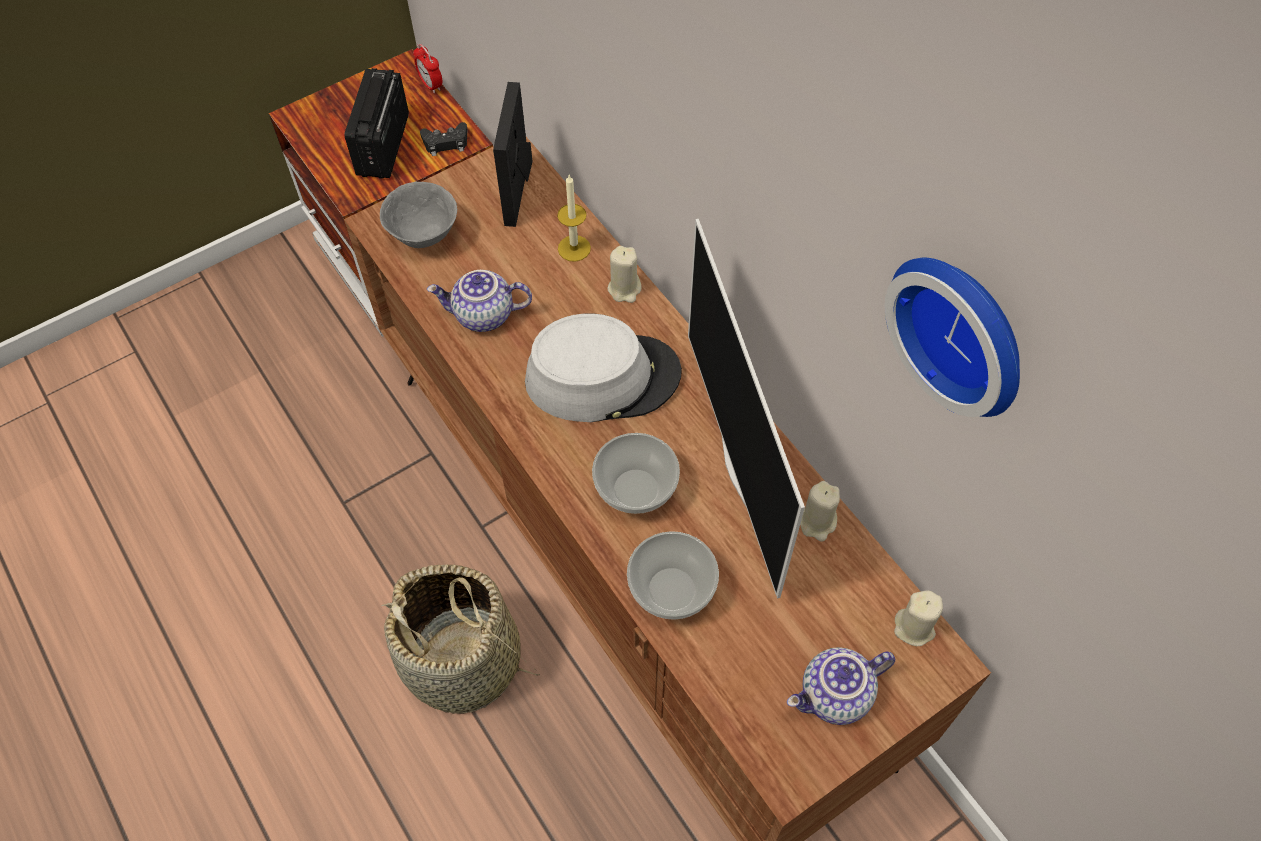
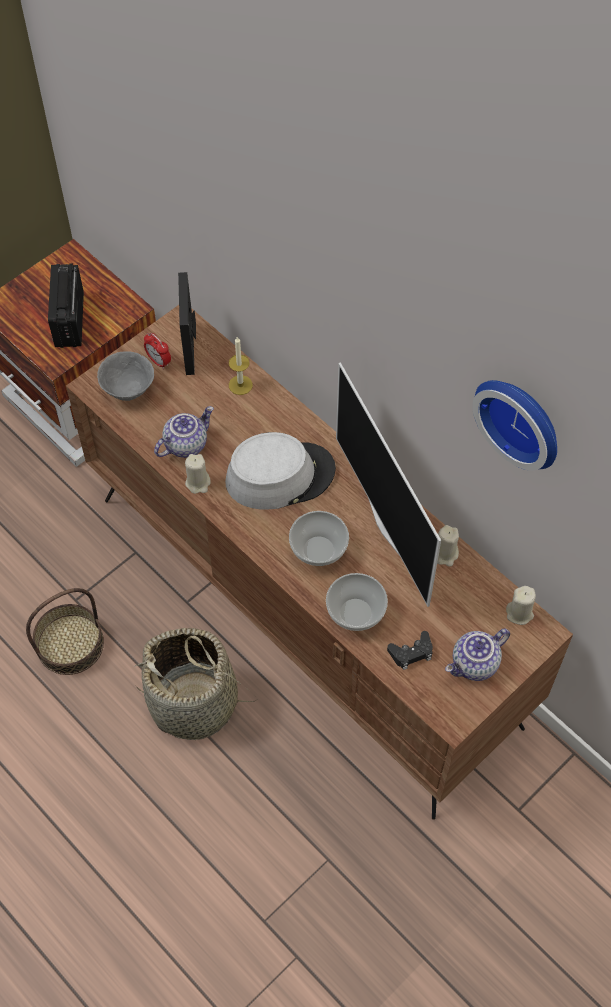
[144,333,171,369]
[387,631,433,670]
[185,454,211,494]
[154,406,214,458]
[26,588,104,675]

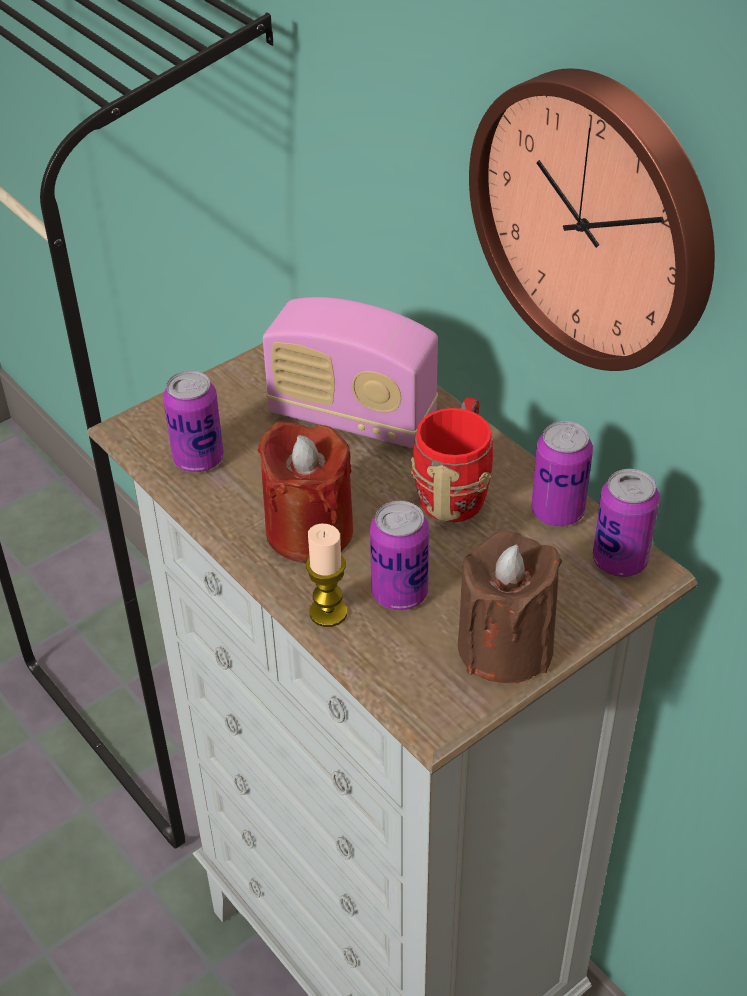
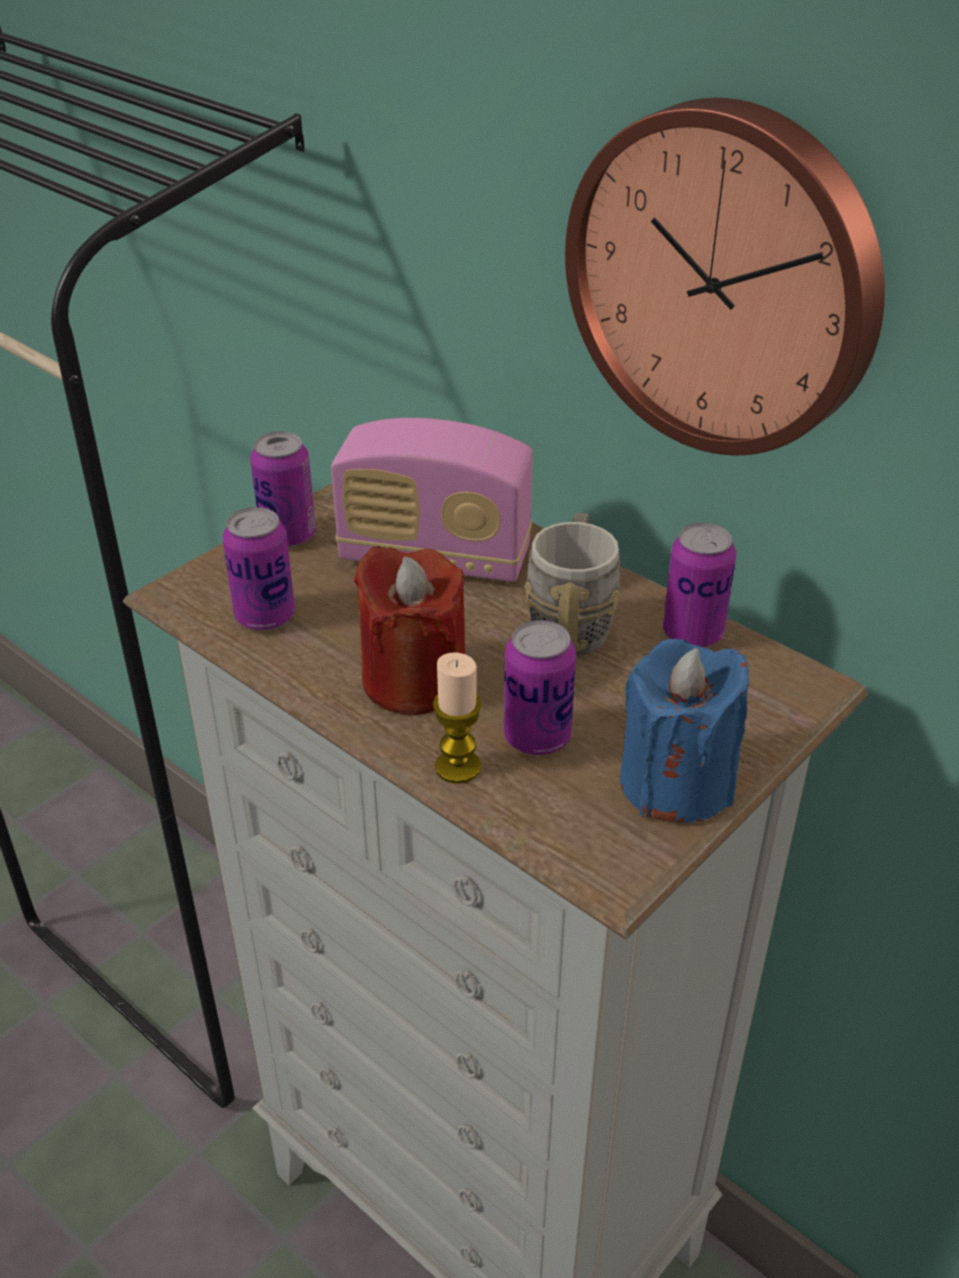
[524,513,621,655]
[250,431,316,547]
[620,639,749,823]

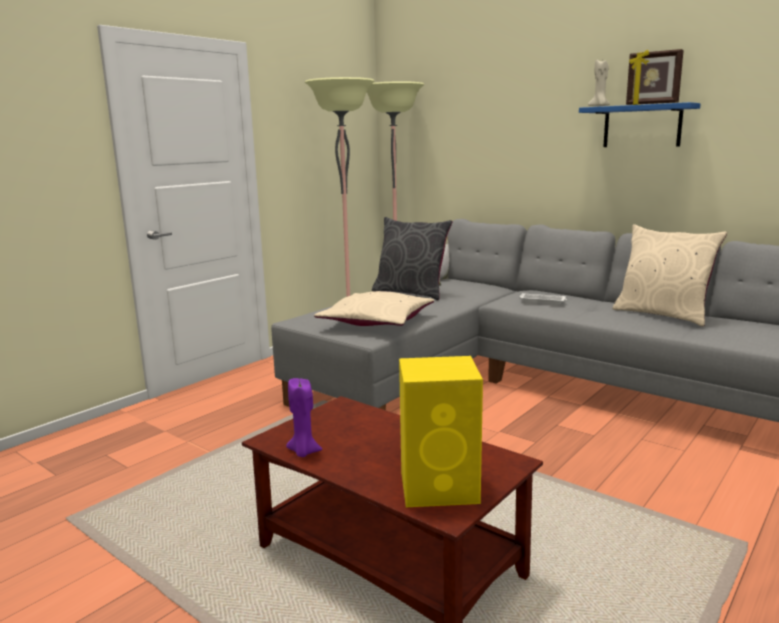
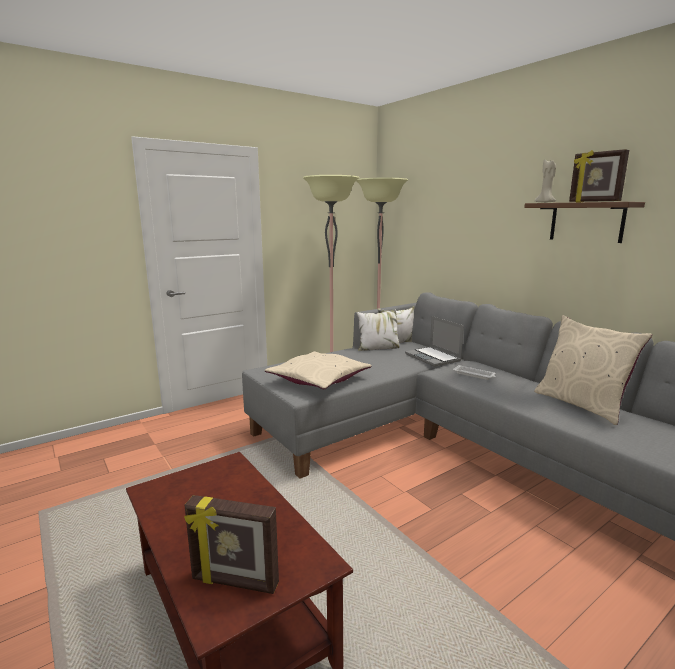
[524,202,645,243]
[372,217,452,300] (first image)
[184,495,279,594]
[286,378,322,457] (first image)
[405,316,464,367]

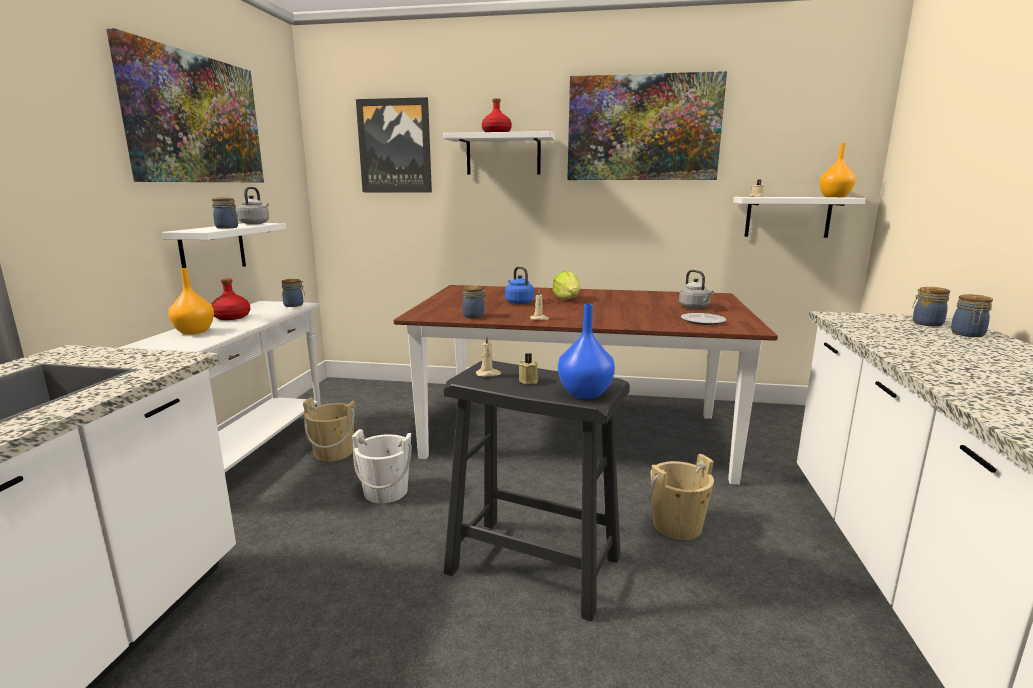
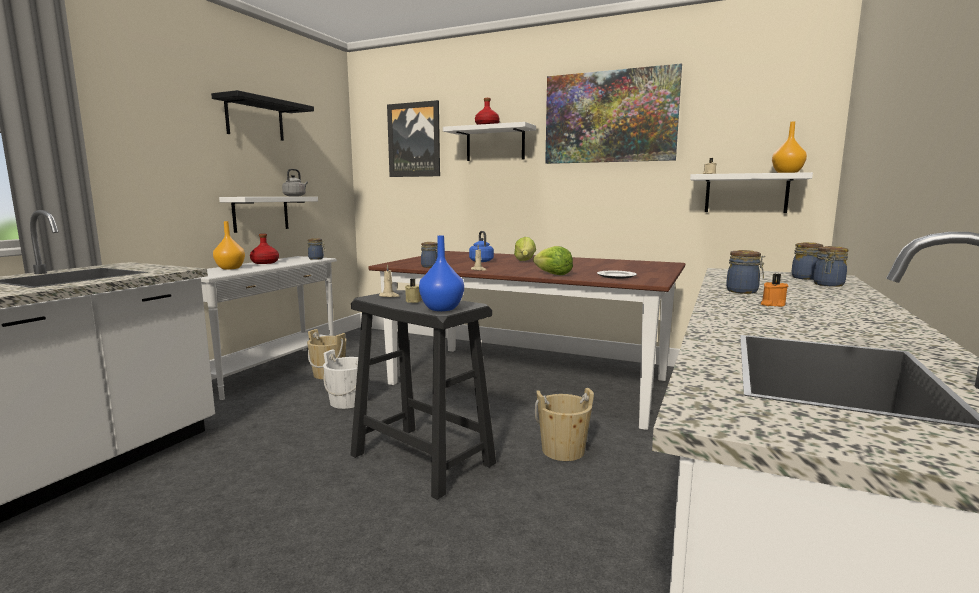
[211,90,314,141]
[726,250,765,294]
[679,270,713,309] (first image)
[533,246,573,275]
[761,274,788,307]

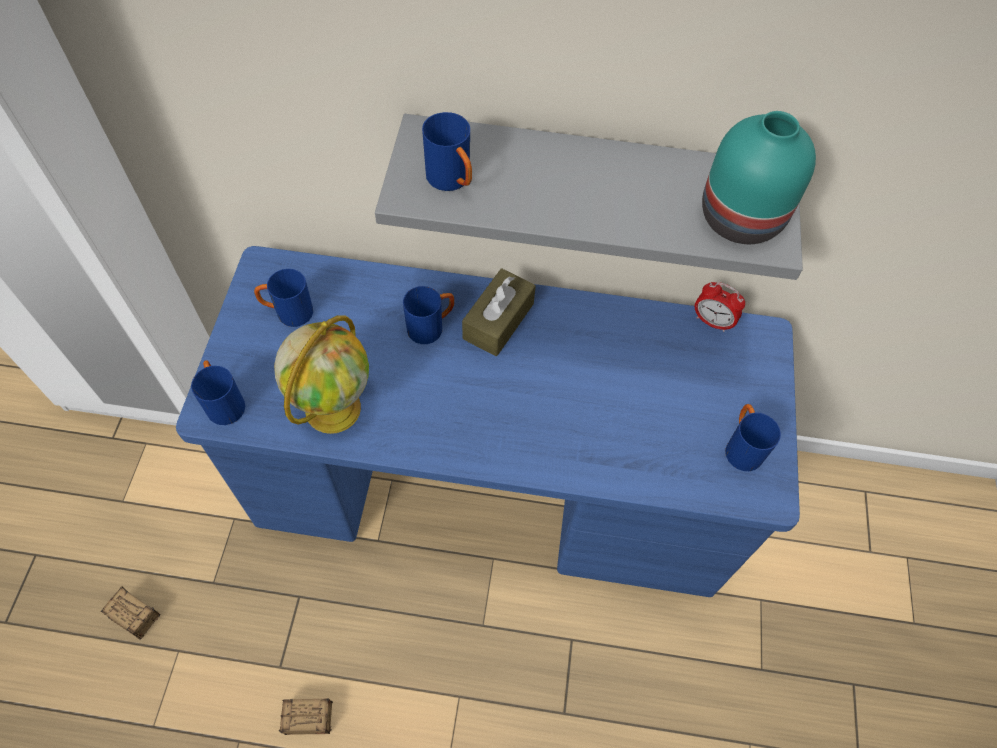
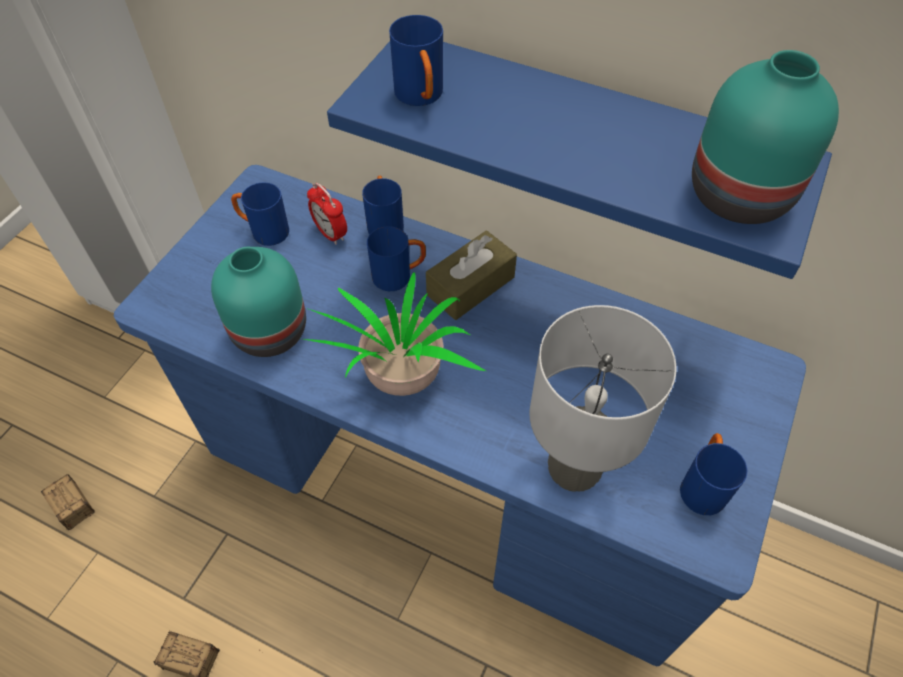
[327,41,832,279]
[307,183,347,245]
[211,247,306,357]
[362,176,404,235]
[304,272,486,396]
[529,305,676,492]

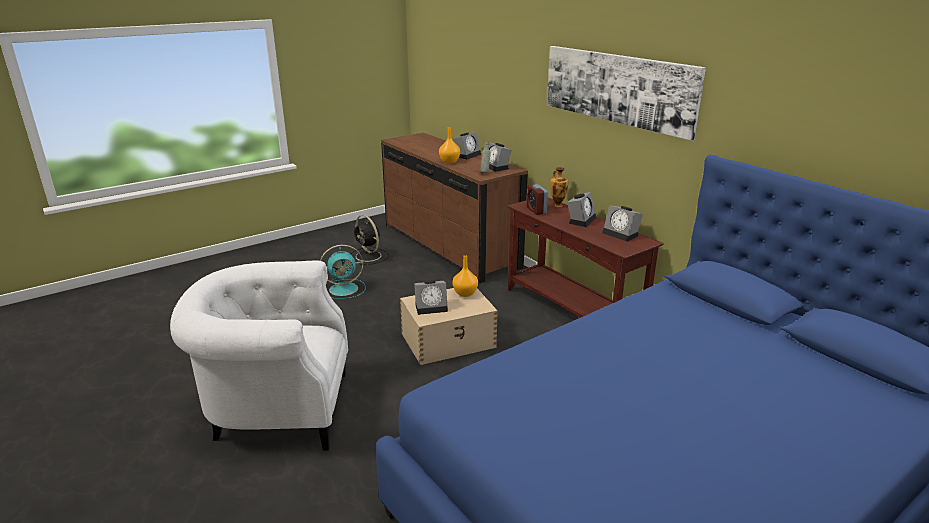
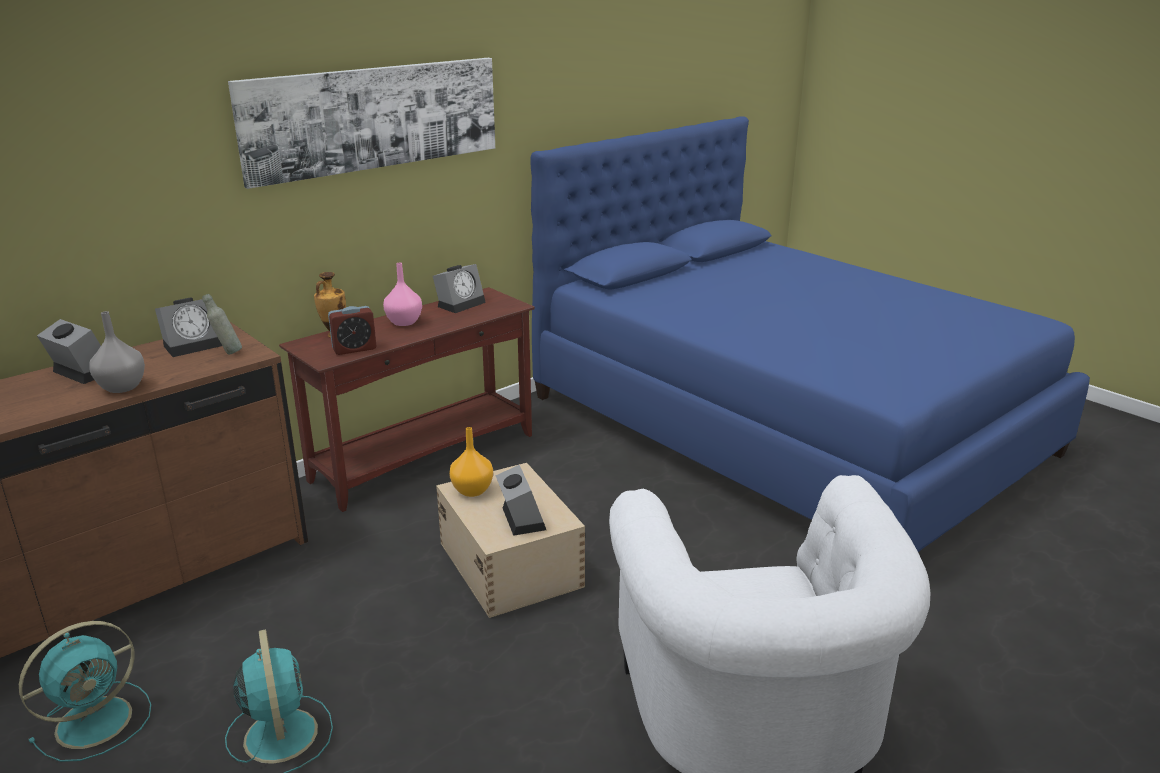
[89,311,145,393]
[383,263,422,326]
[19,621,151,762]

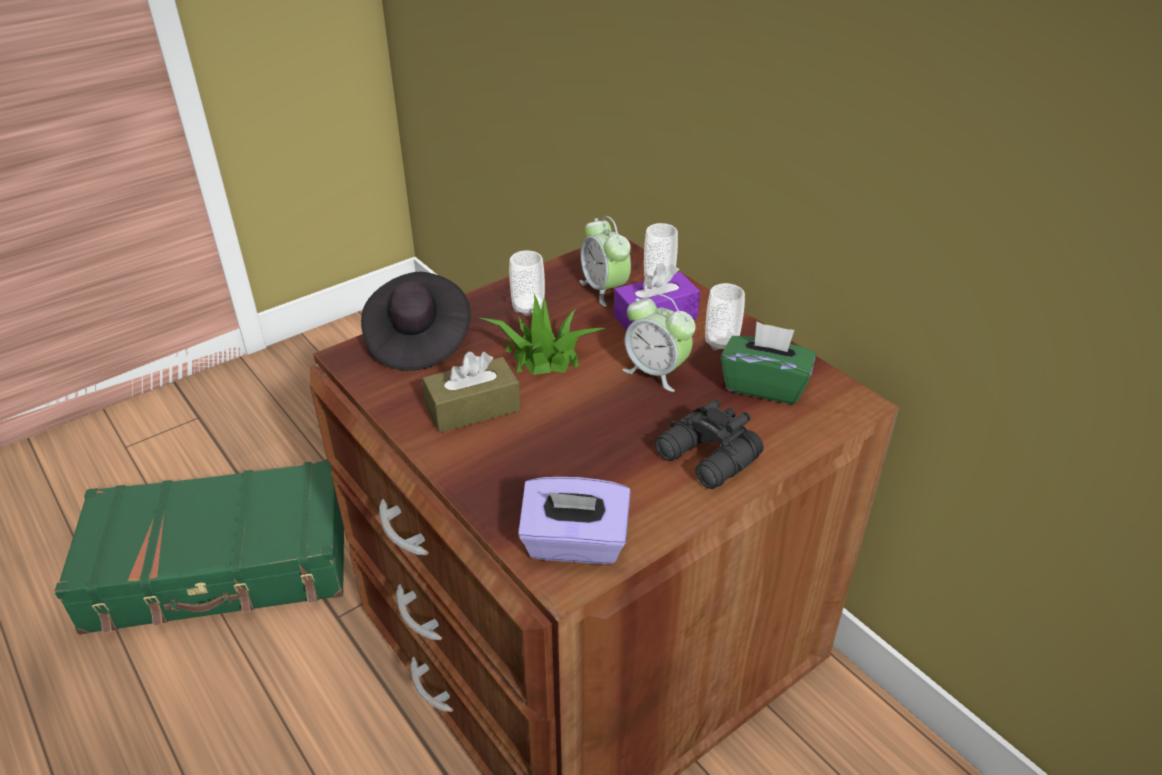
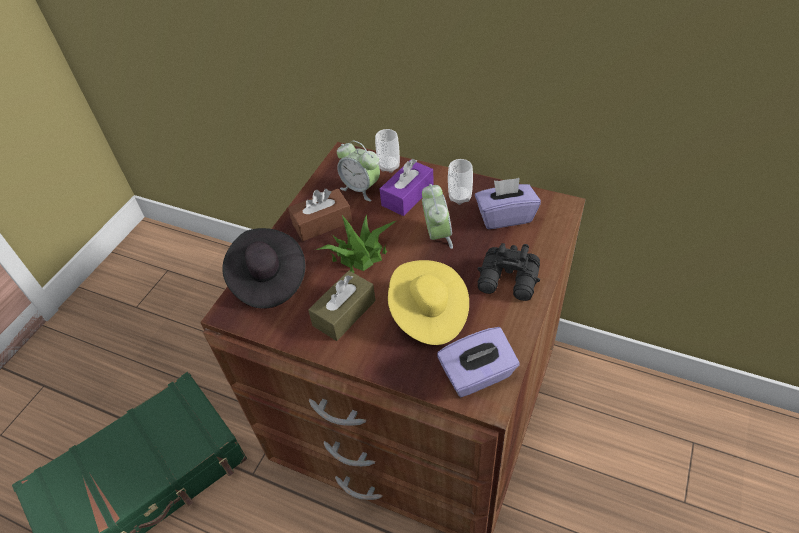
[288,189,352,241]
[422,184,453,249]
[475,178,541,229]
[388,260,469,345]

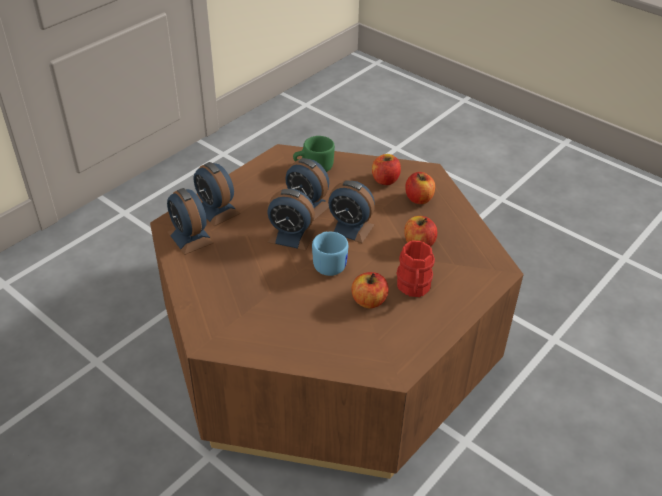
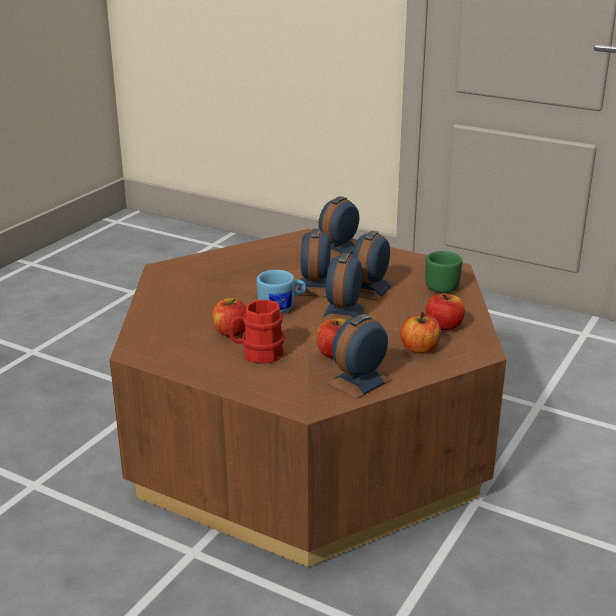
[327,314,391,399]

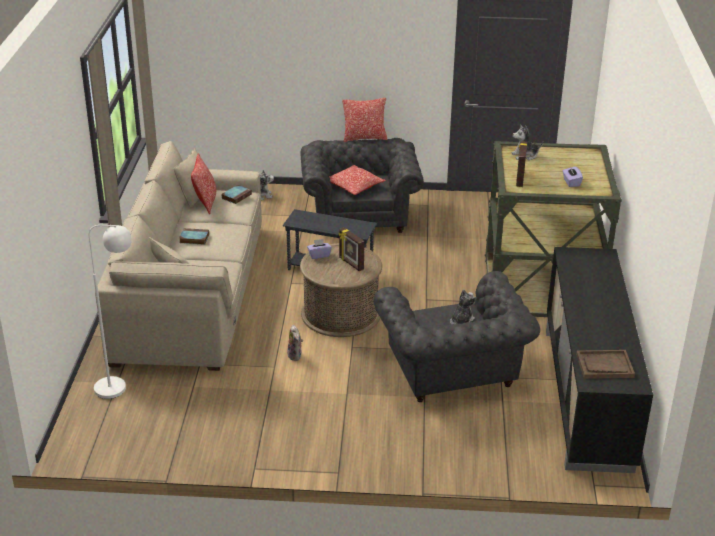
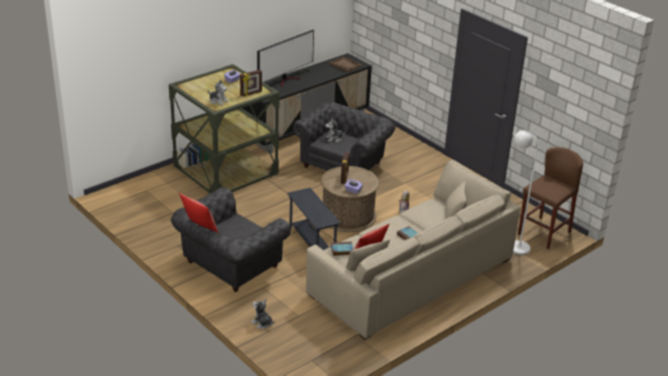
[329,165,386,195] (first image)
[257,29,314,87]
[518,147,583,249]

